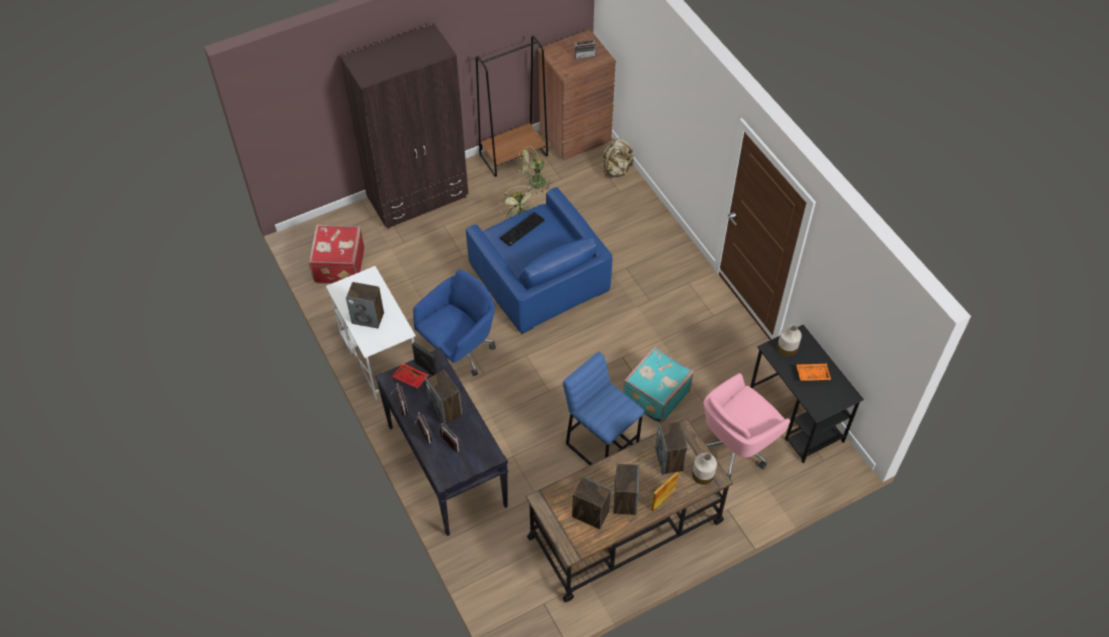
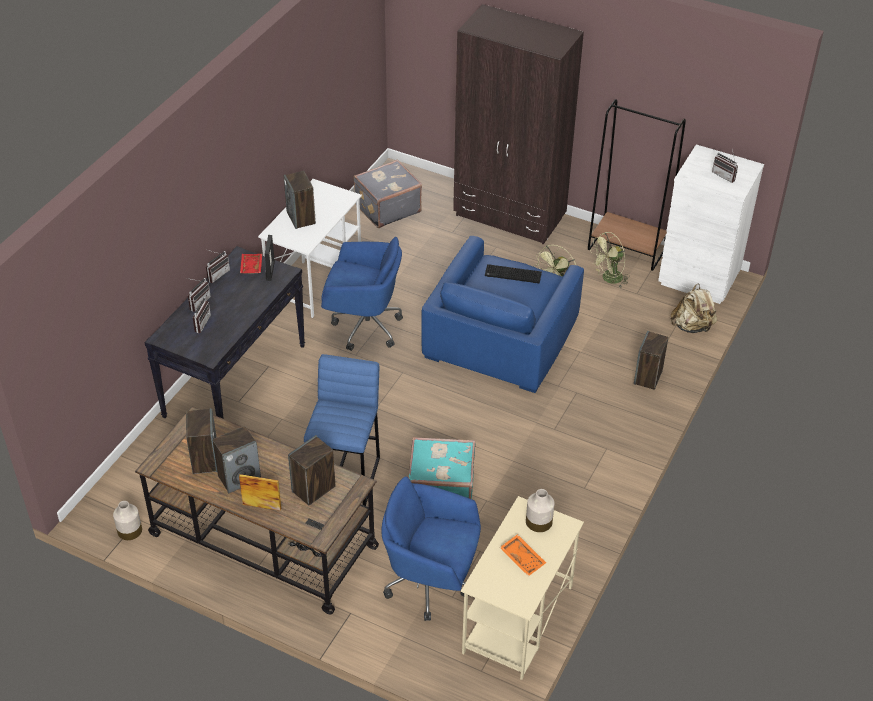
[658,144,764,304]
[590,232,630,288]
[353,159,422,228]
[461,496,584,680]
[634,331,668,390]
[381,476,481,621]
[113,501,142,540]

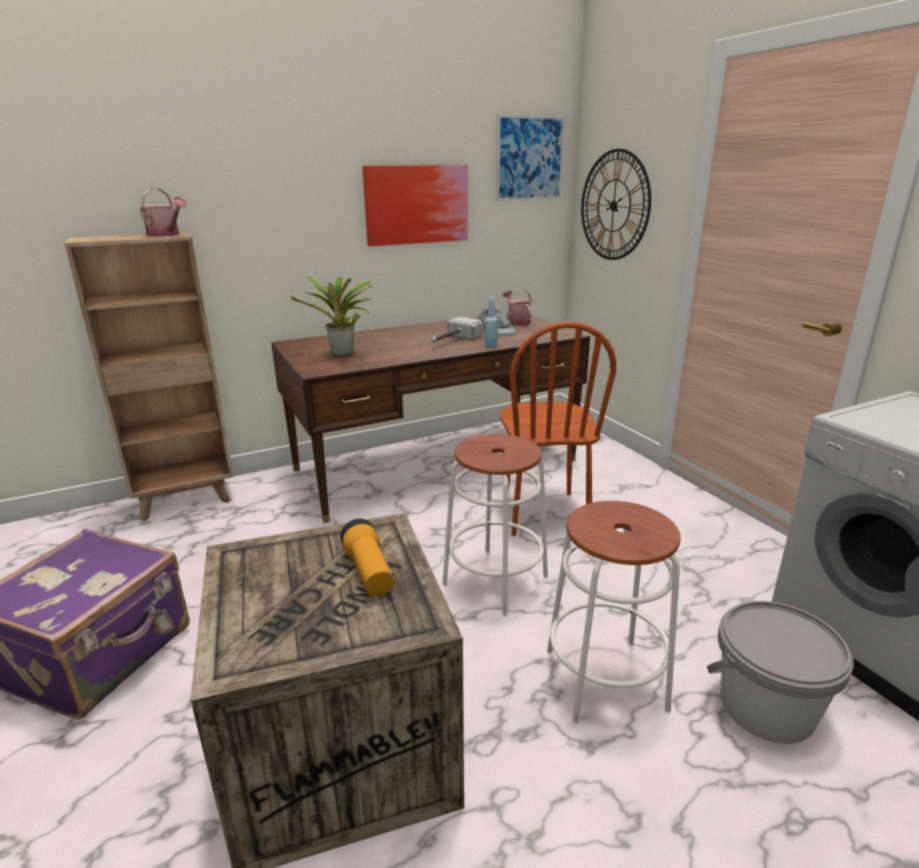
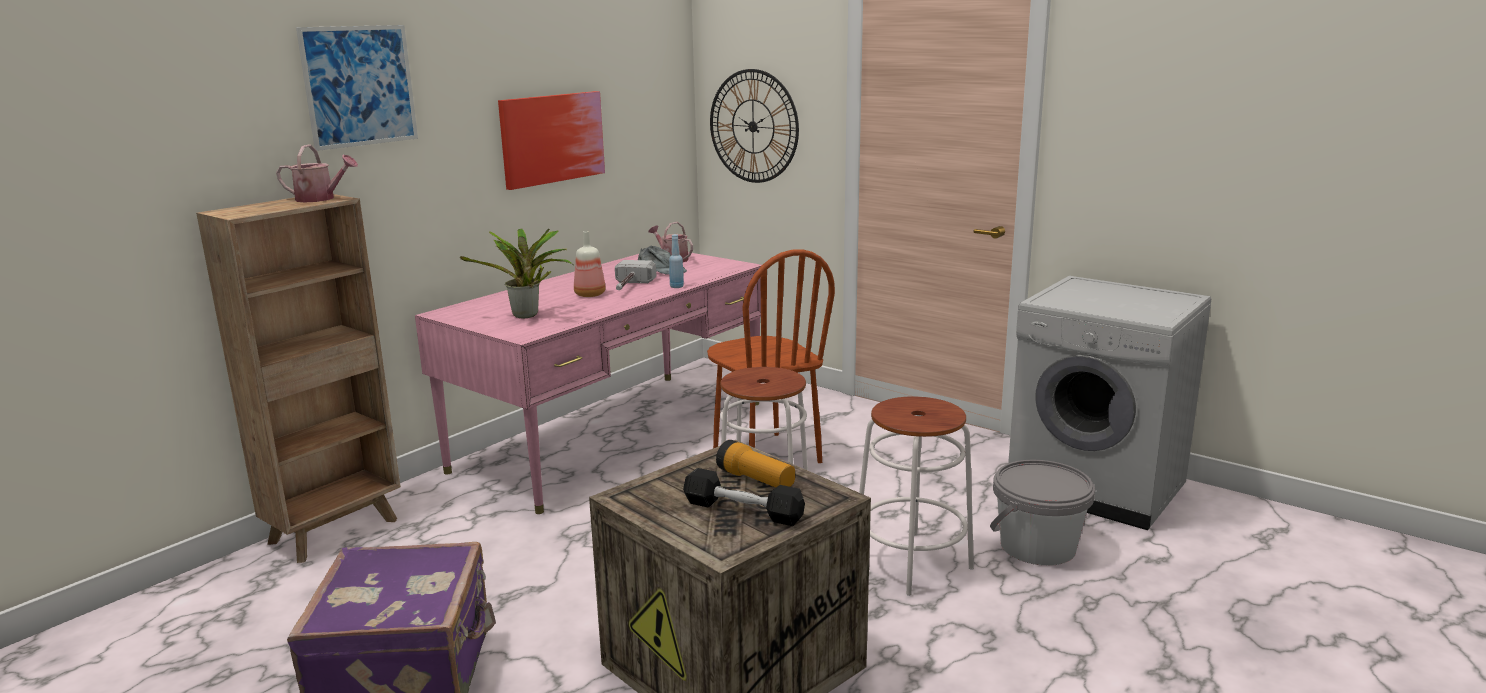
[296,25,418,151]
[415,252,762,514]
[574,231,606,297]
[683,468,805,526]

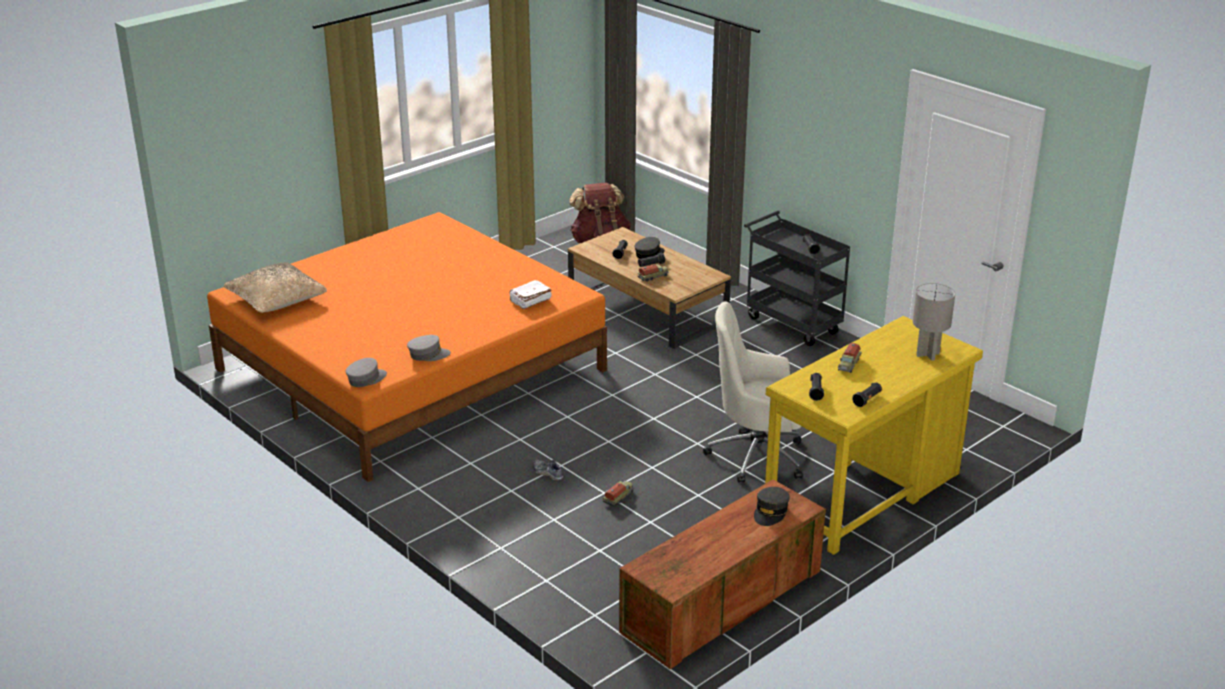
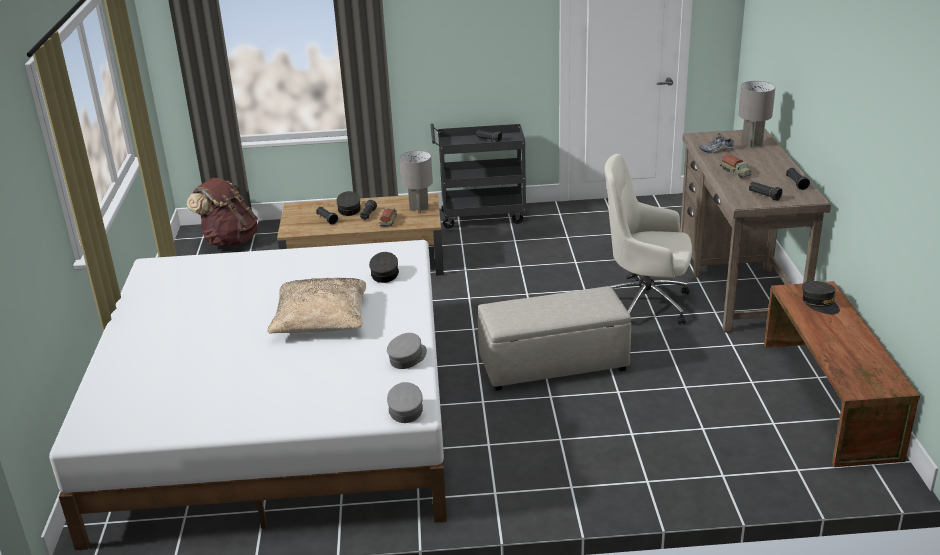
[49,240,447,550]
[267,278,367,334]
[369,252,399,283]
[605,154,692,324]
[680,129,831,333]
[699,133,734,154]
[603,481,634,506] (first image)
[400,151,433,214]
[478,286,631,391]

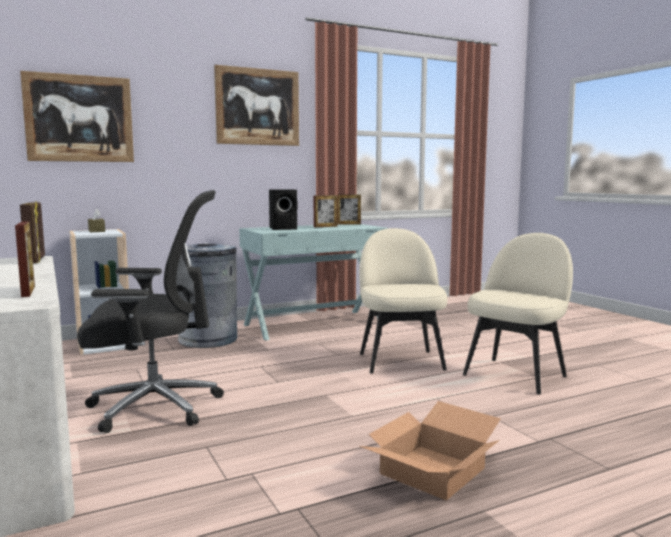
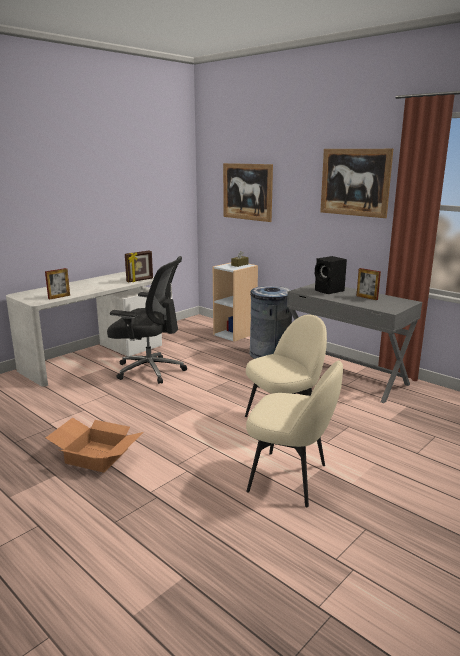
[107,256,187,384]
[337,194,361,225] (first image)
[287,283,422,403]

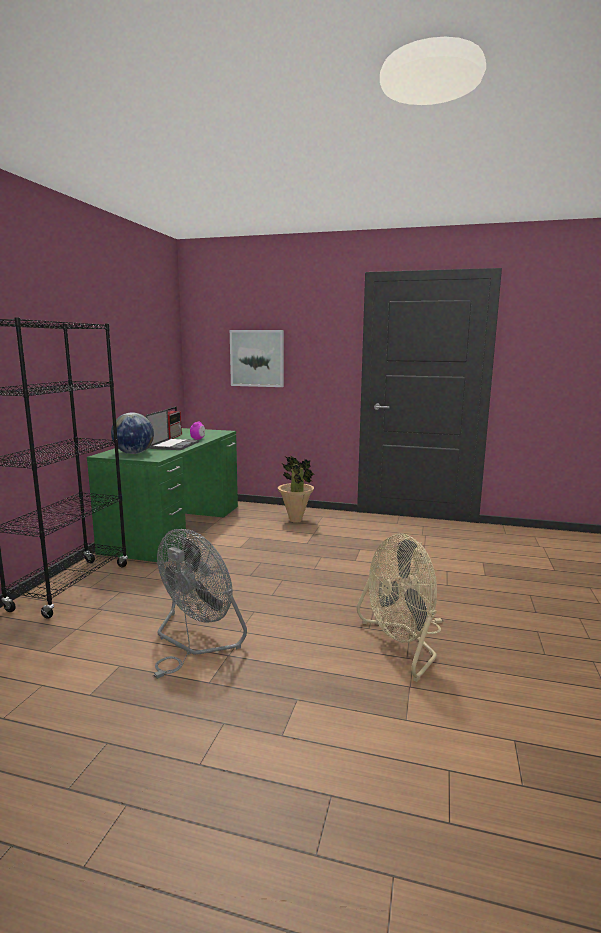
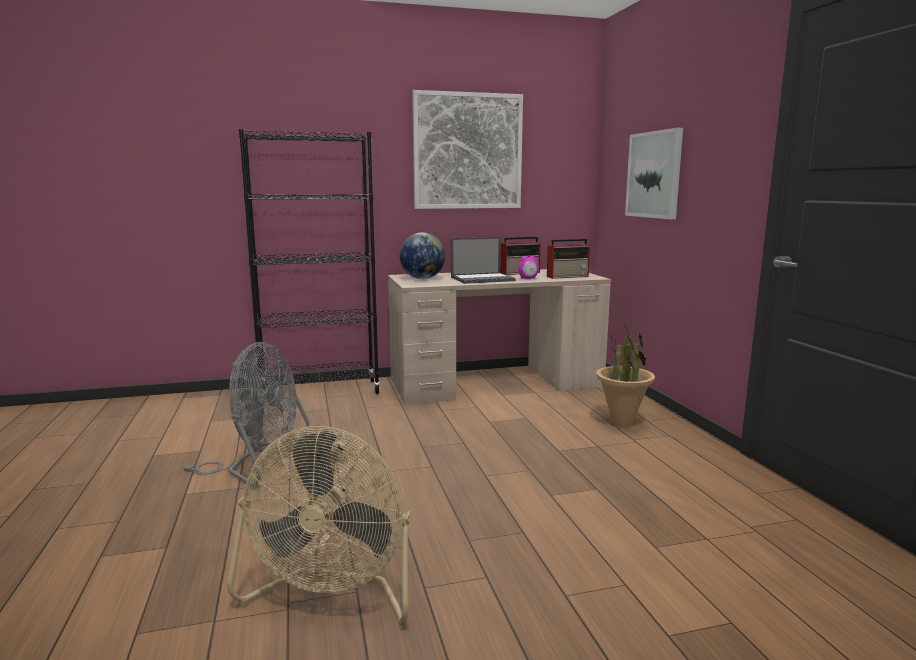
[388,269,611,405]
[227,426,410,628]
[412,90,523,209]
[547,239,590,279]

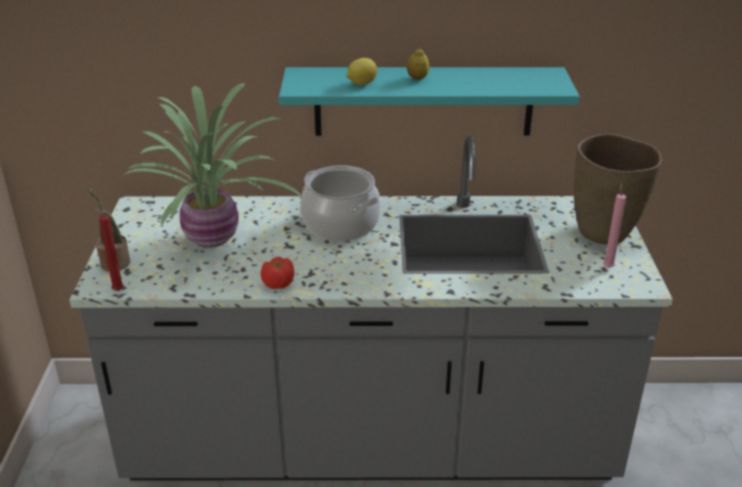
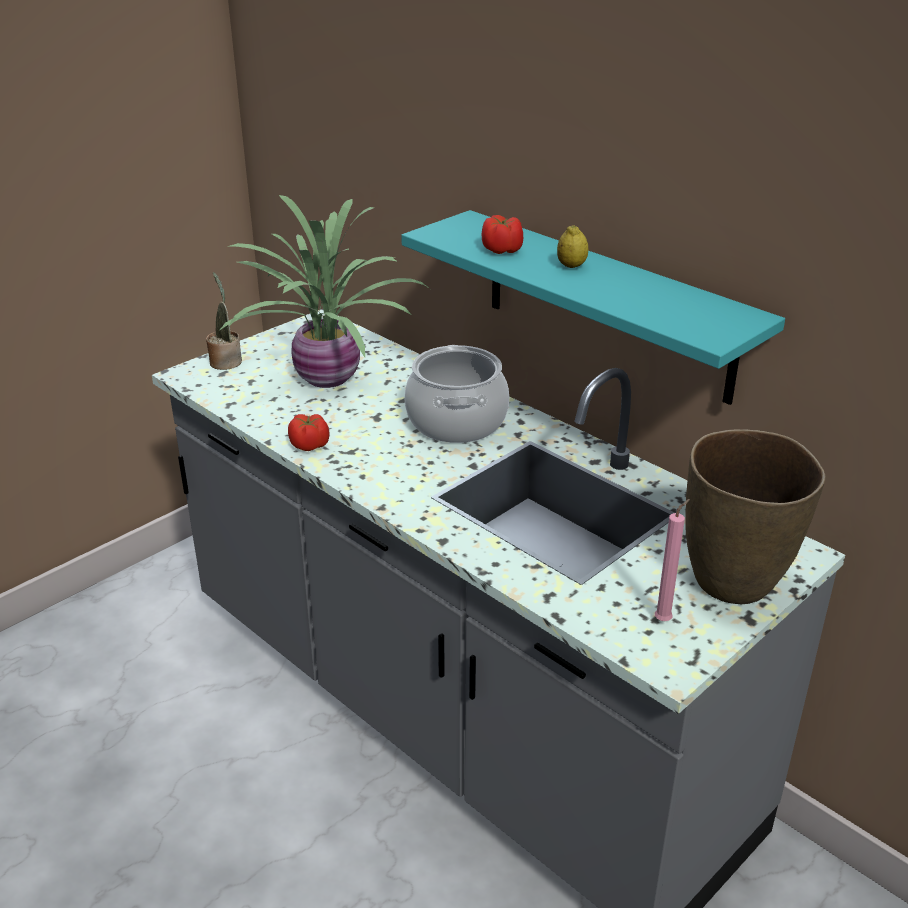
[482,215,523,254]
[93,207,124,291] (first image)

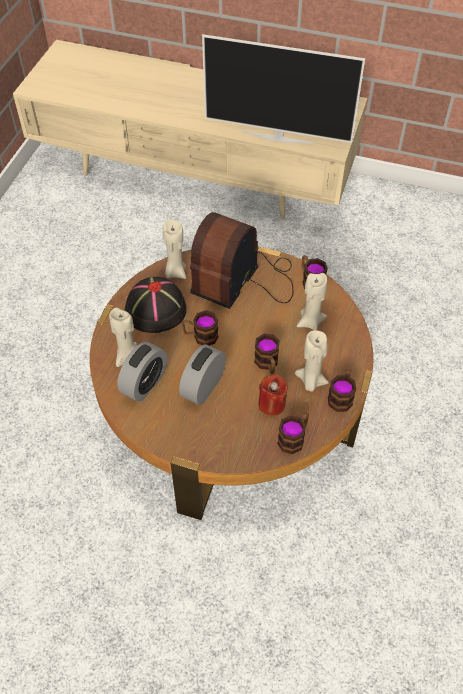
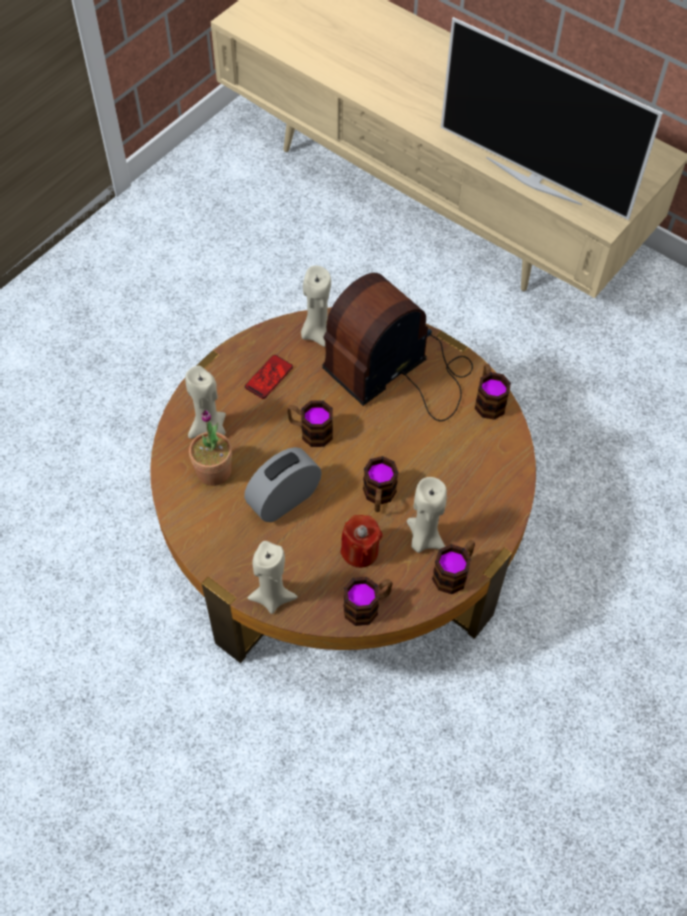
[248,541,298,614]
[245,355,293,399]
[189,410,232,486]

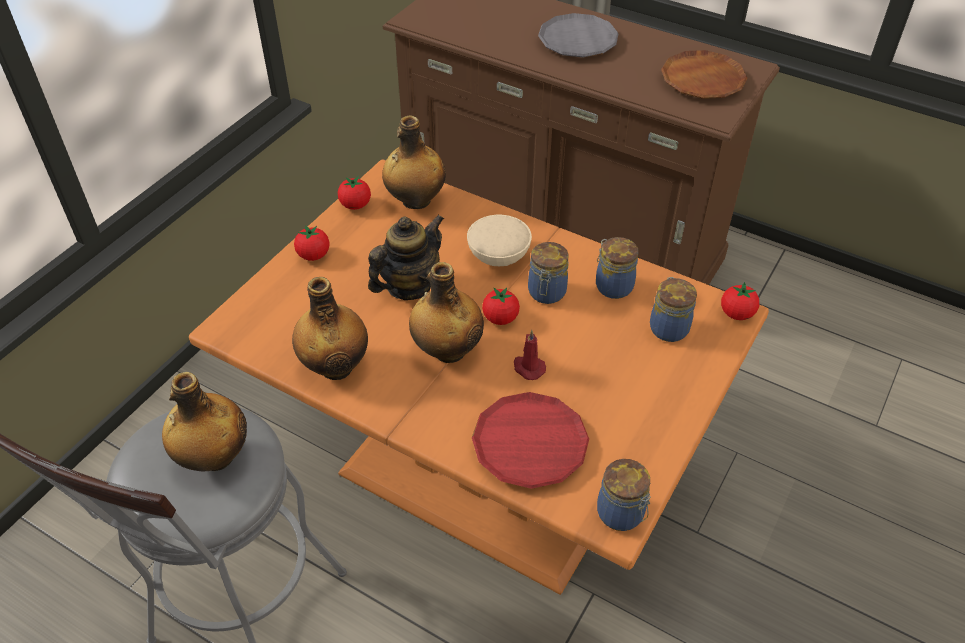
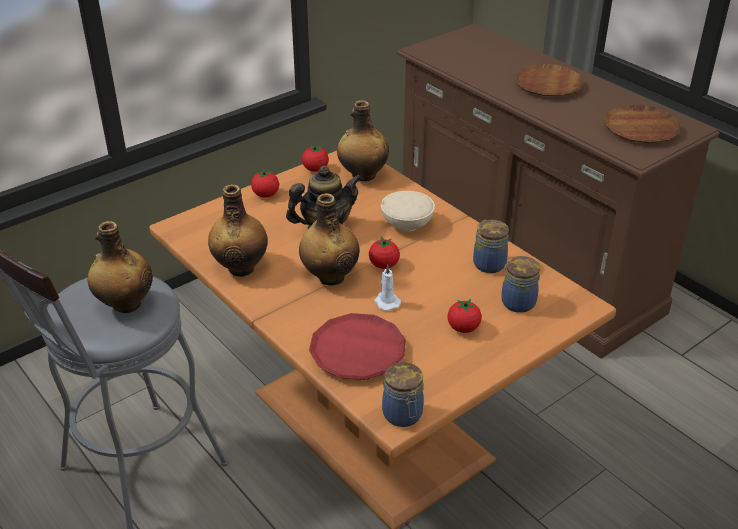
[514,64,584,96]
[528,242,569,304] (first image)
[447,299,482,333]
[374,265,401,311]

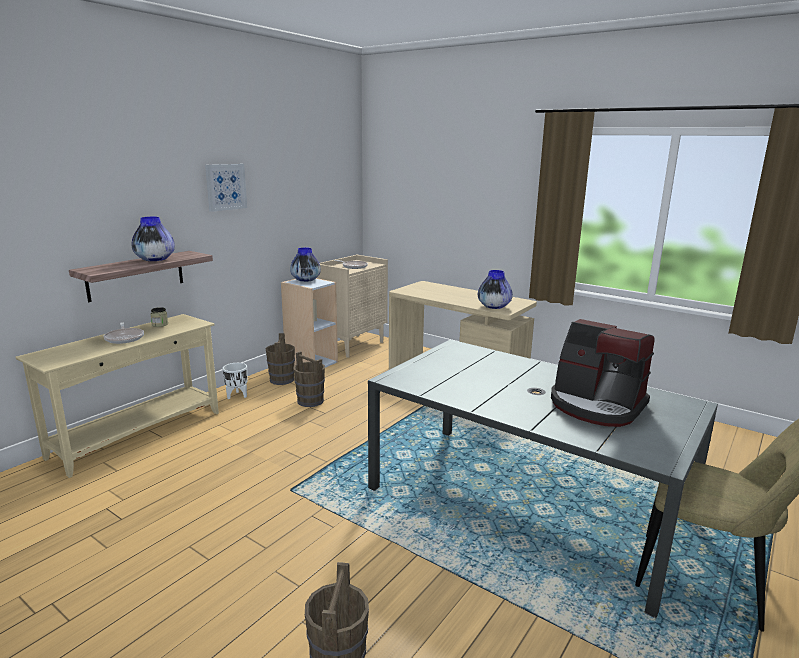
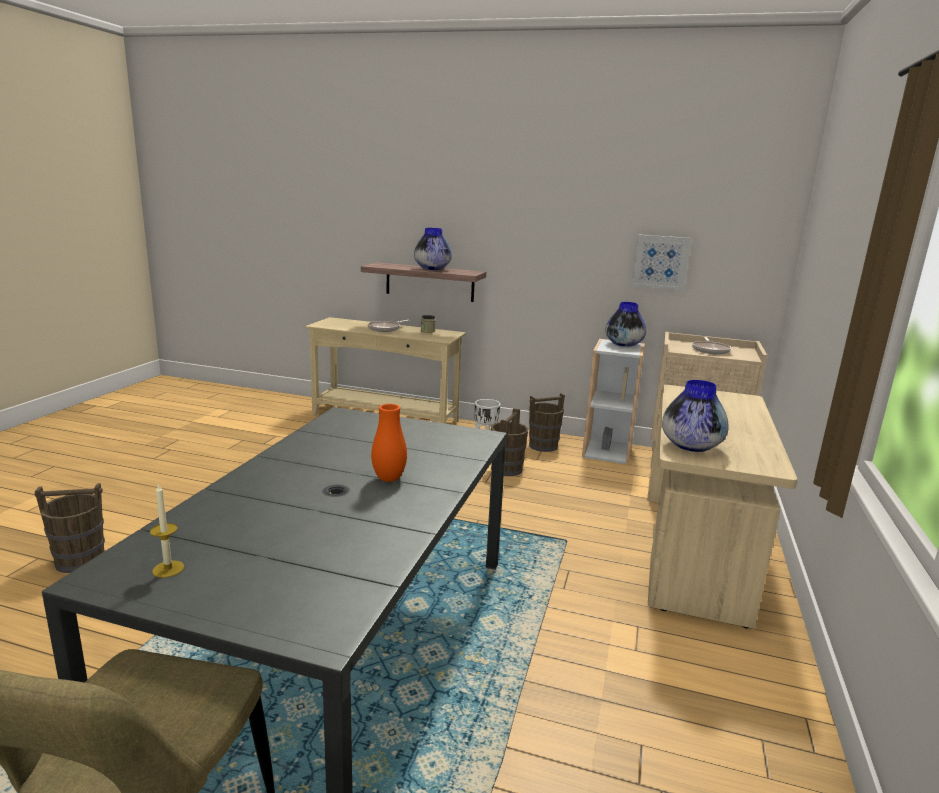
[631,235,691,290]
[551,319,655,427] (first image)
[371,404,407,482]
[150,483,184,578]

